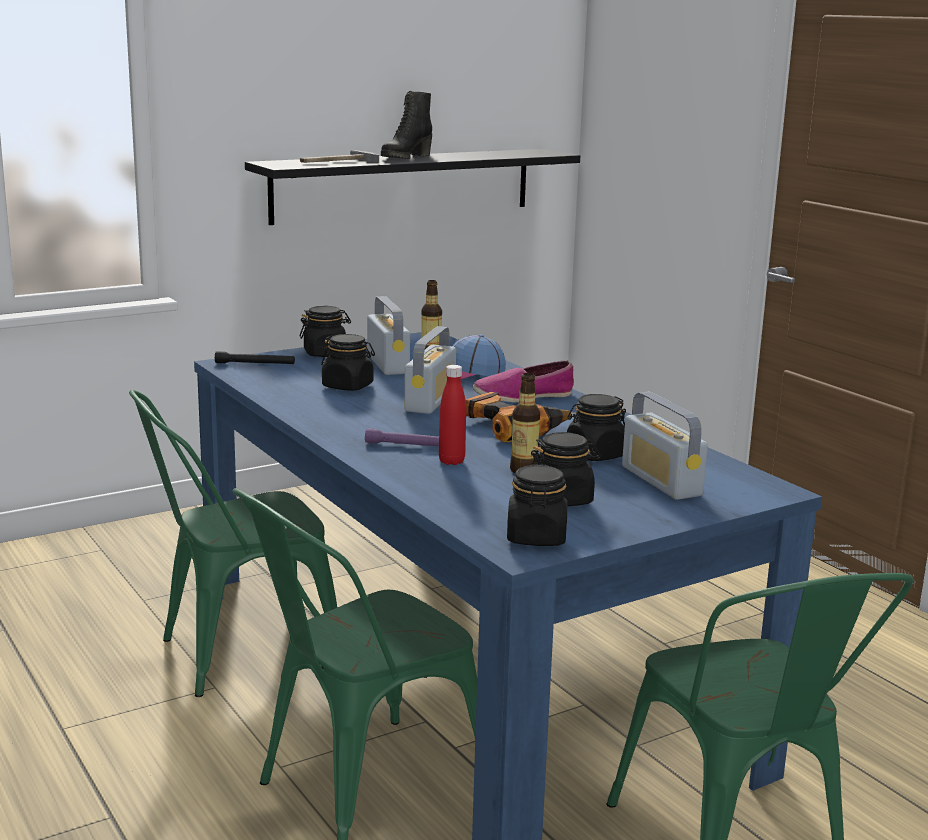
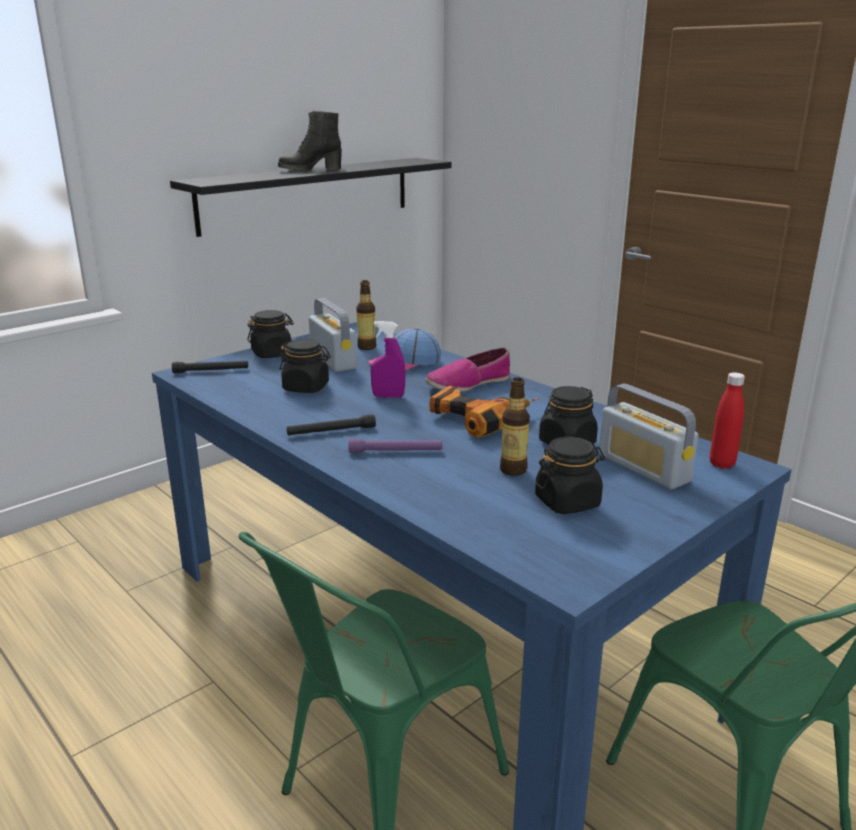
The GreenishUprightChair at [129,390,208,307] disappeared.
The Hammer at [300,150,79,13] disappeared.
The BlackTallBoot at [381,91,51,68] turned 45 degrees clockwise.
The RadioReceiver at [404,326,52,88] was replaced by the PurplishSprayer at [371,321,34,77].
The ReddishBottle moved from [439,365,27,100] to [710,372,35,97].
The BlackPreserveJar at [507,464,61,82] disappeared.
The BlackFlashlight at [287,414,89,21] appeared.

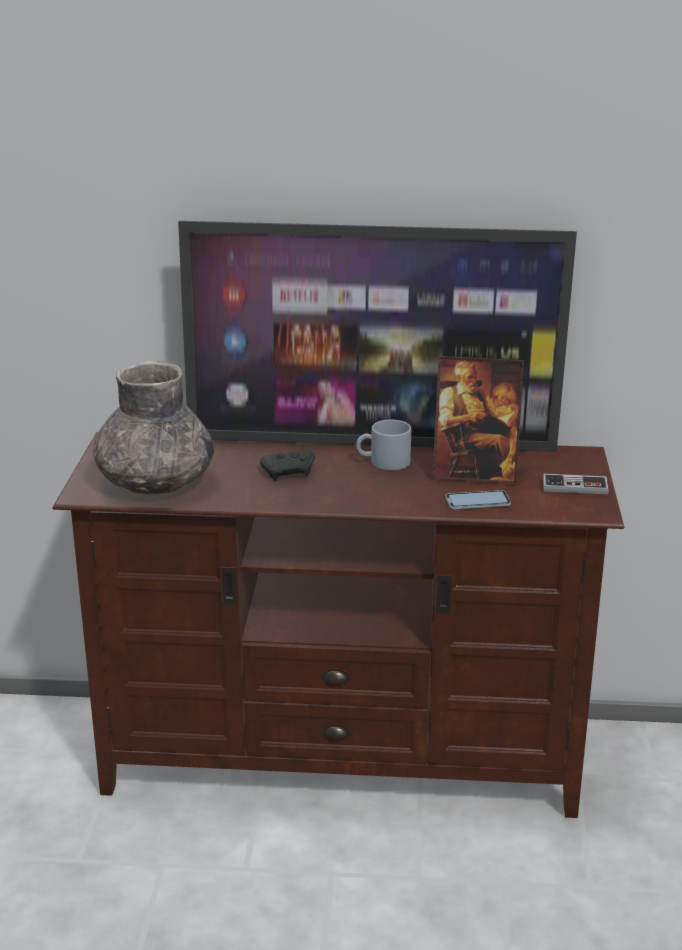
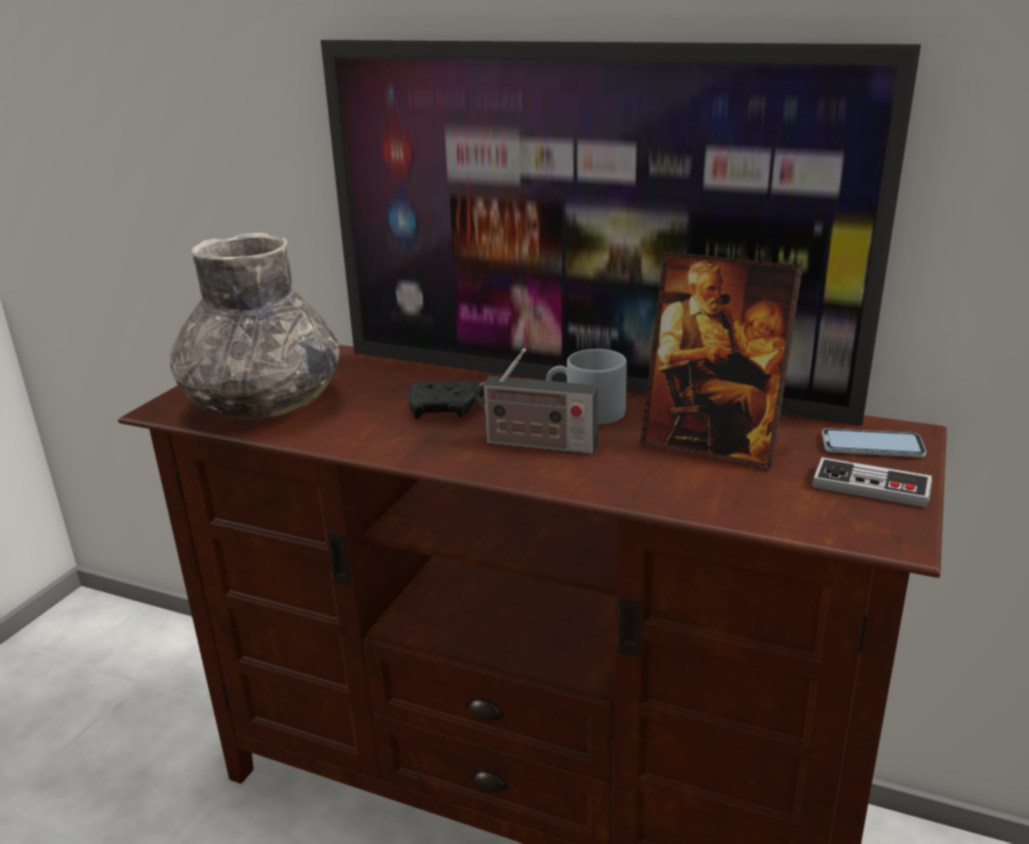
The Telephone moved from [445,490,66,19] to [822,428,104,29].
The RadioReceiver at [474,348,124,106] appeared.

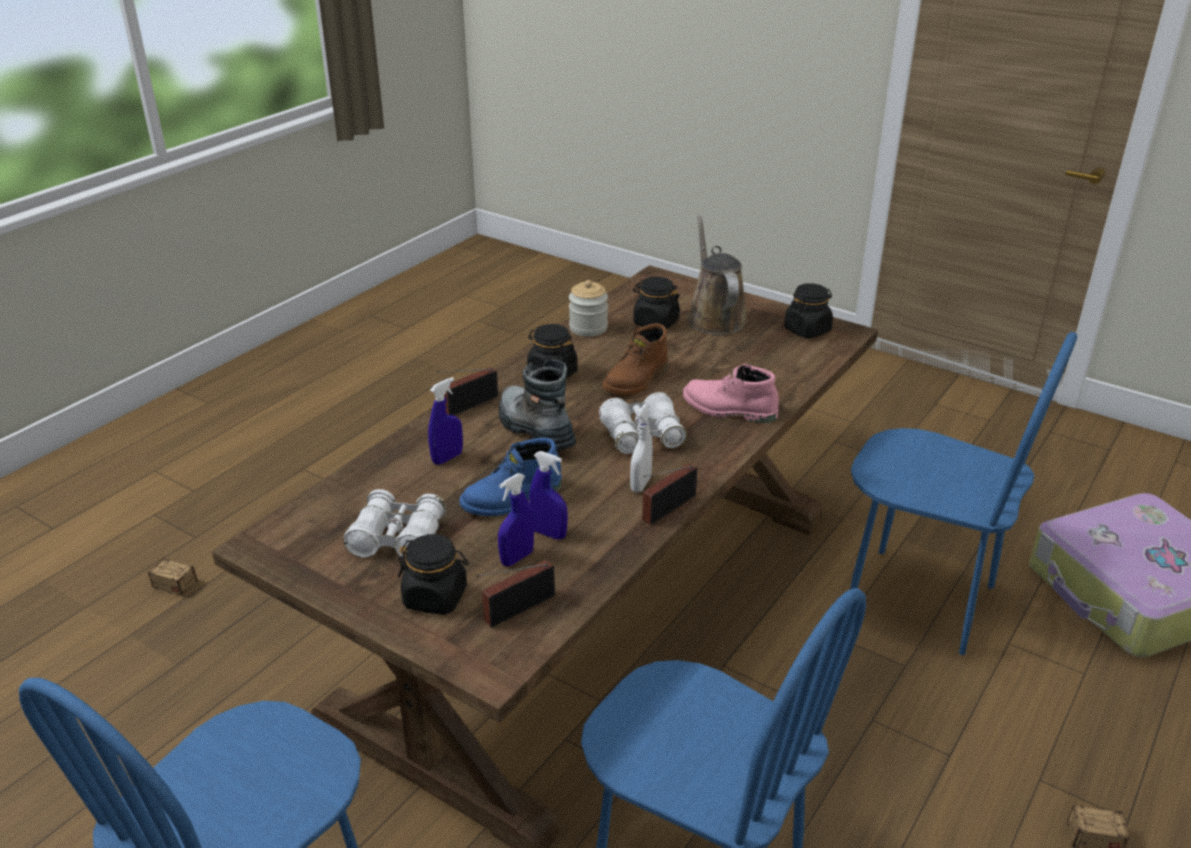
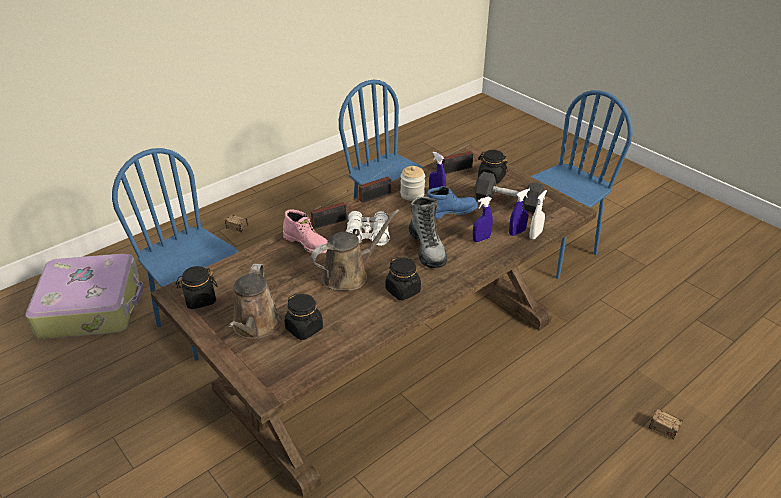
The WhitePairOfBinoculars at [343,489,103,69] was replaced by the GreyishFreeWeight at [475,172,70,41].
The RadioReceiver moved from [437,367,61,49] to [311,190,37,39].
The BlueSprayer moved from [498,473,36,93] to [509,189,21,47].
The PreserveJar moved from [569,280,39,57] to [400,166,25,35].
The BrownishTallBoot at [602,323,66,72] was replaced by the BrownishWateringPot at [311,209,88,82].
The WhiteSprayer moved from [630,404,23,89] to [529,190,18,50].

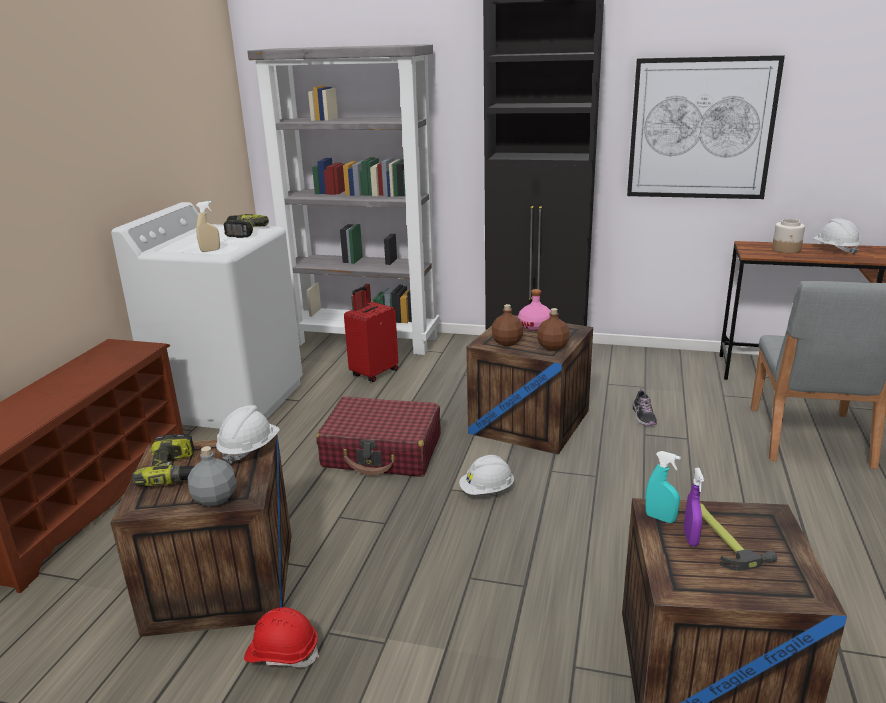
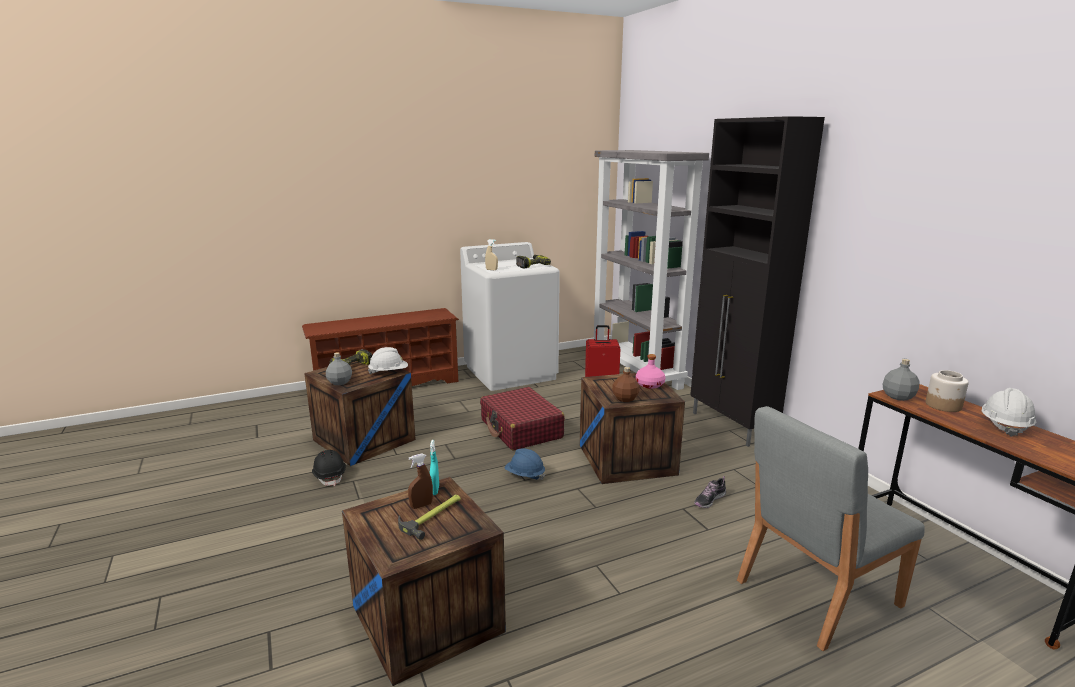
The ReddishSafetyHelmet at [244,607,75,60] became the BlackSafetyHelmet at [312,450,34,36].
The WhiteSafetyHelmet at [459,455,55,40] became the BlueSafetyHelmet at [505,449,40,31].
The BrownishBottle at [492,304,31,42] disappeared.
The WallPicture at [627,55,158,144] disappeared.
The PurplishSprayer at [683,468,21,78] became the BrownishSprayer at [408,453,25,56].
The GreyishBottle at [883,359,37,42] appeared.

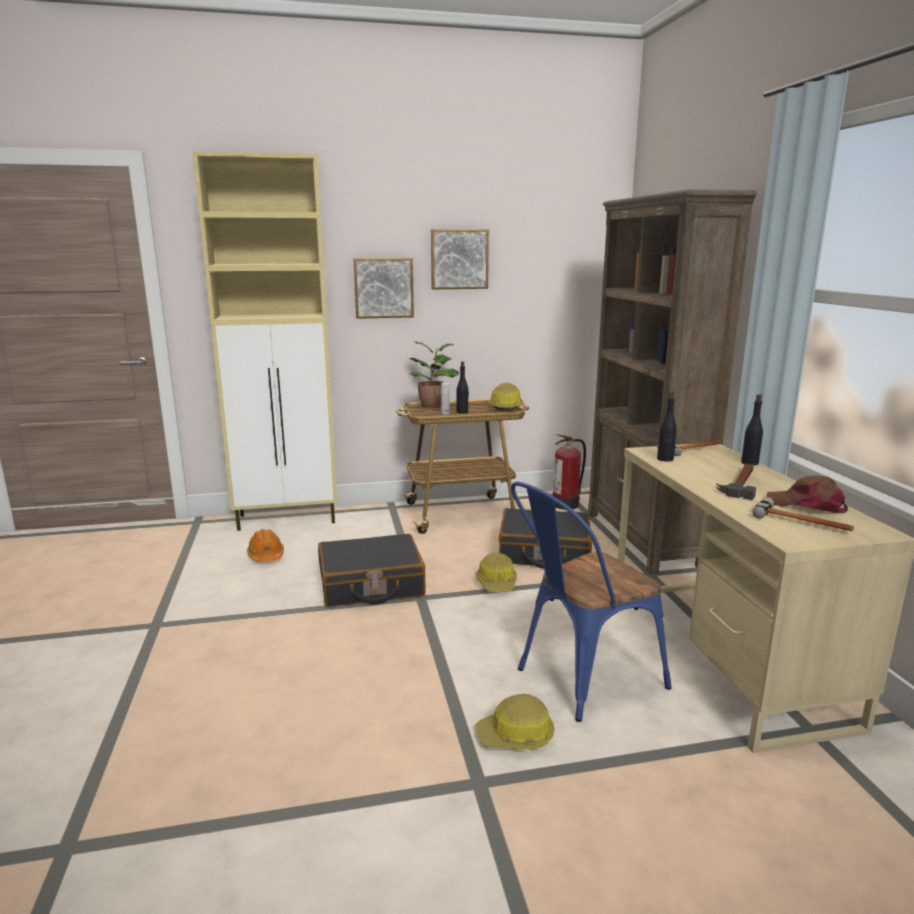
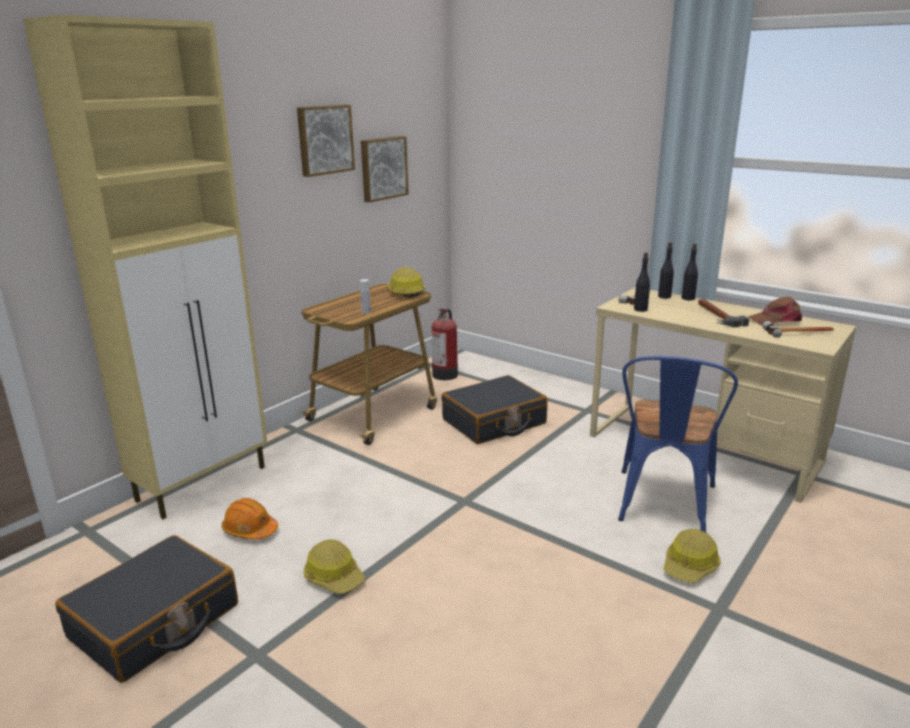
The BlackSuitcase moved from [318,534,108,73] to [55,535,183,148].
The WallPicture moved from [353,258,61,61] to [361,136,48,67].
The PlantInAPot at [408,341,51,67] disappeared.
The BlackBottle moved from [457,362,12,52] to [658,242,16,57].
The SafetyHelmet moved from [476,553,41,39] to [304,540,61,54].
The BrownishBookshelf at [588,189,169,386] disappeared.

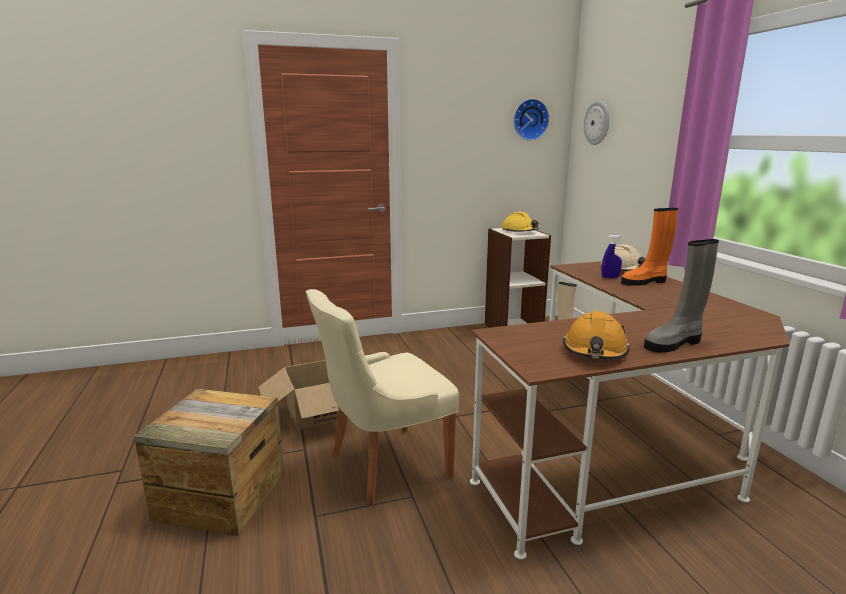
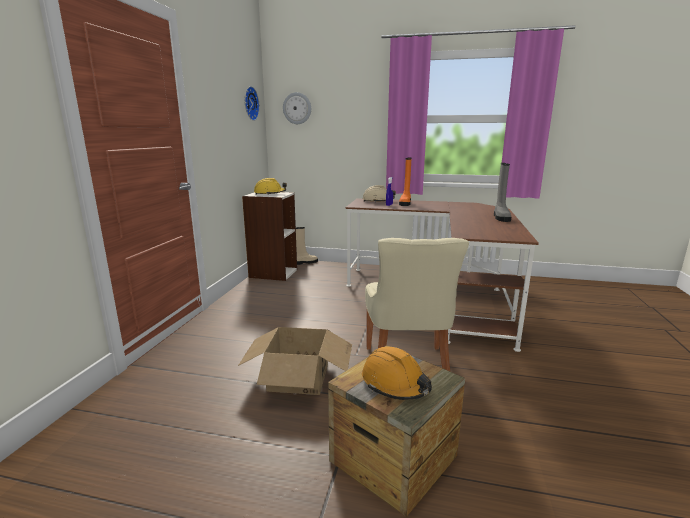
The OrangeColouredSafetyHelmet moved from [563,311,67,49] to [362,347,70,53].

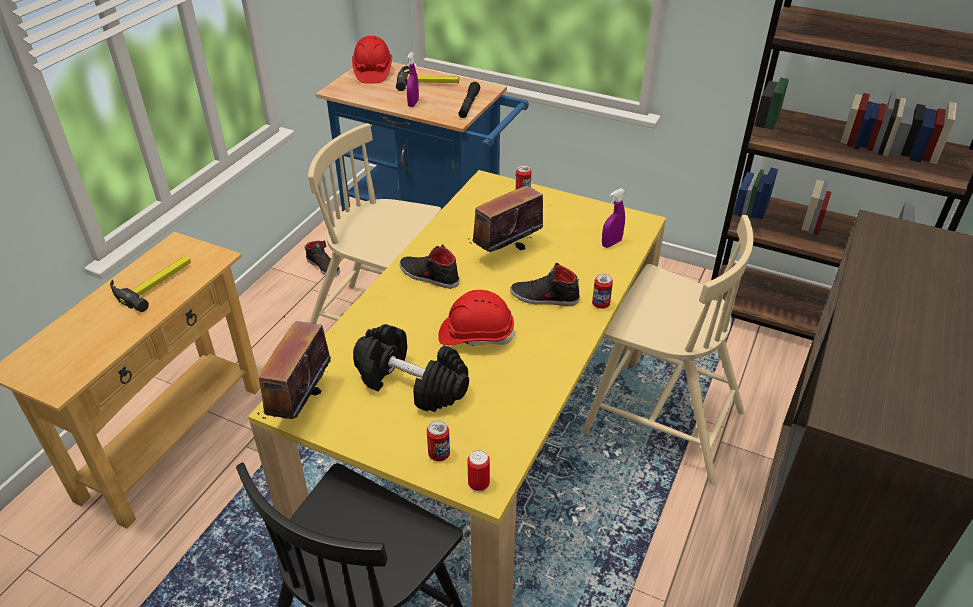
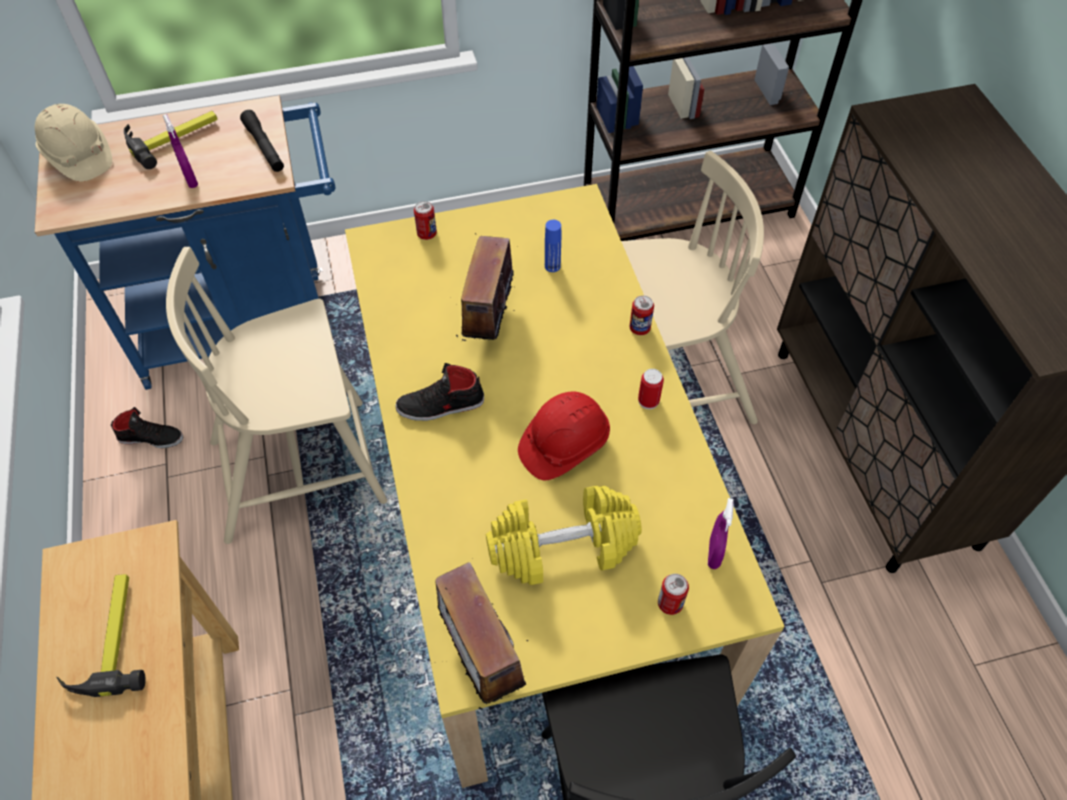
The ReddishSafetyHelmet at [352,36,40,48] became the SandColouredSafetyHelmet at [35,104,77,78].
The BlackFreeWeight at [353,324,116,88] became the YellowColouredFreeWeight at [486,486,156,99].
The MetalCan moved from [468,450,22,42] to [638,369,26,40].
The BlackItemOfFootwear at [510,263,70,43] disappeared.
The PurplishSprayer moved from [602,189,23,59] to [708,498,26,71].
The BlueBottle at [545,220,16,52] appeared.

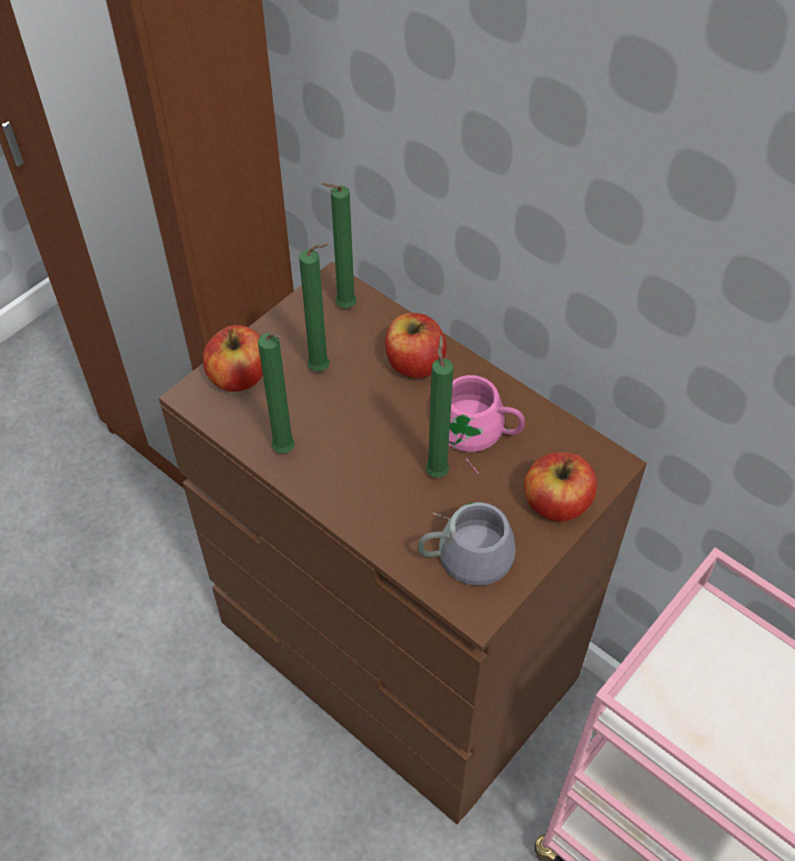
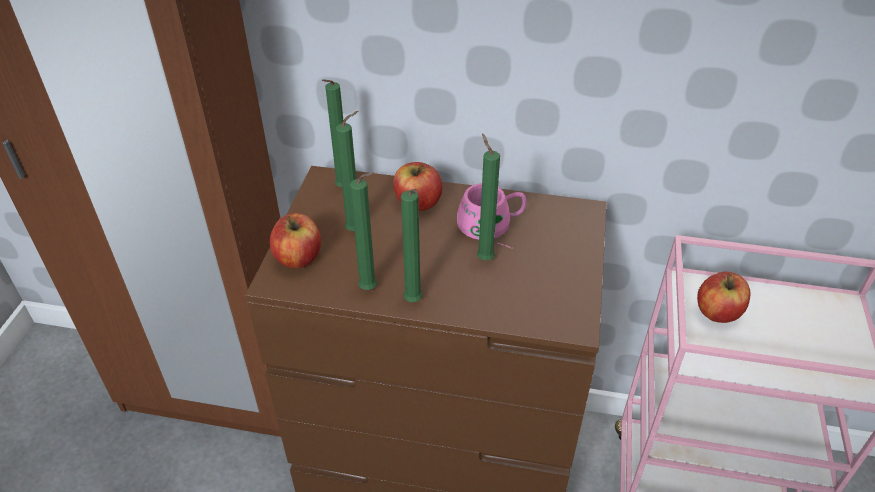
The GreyishTeaMug at [417,502,99,84] disappeared.
The AppleFruit moved from [524,452,73,70] to [697,271,53,52].
The GreenishCandle at [401,189,21,113] appeared.

